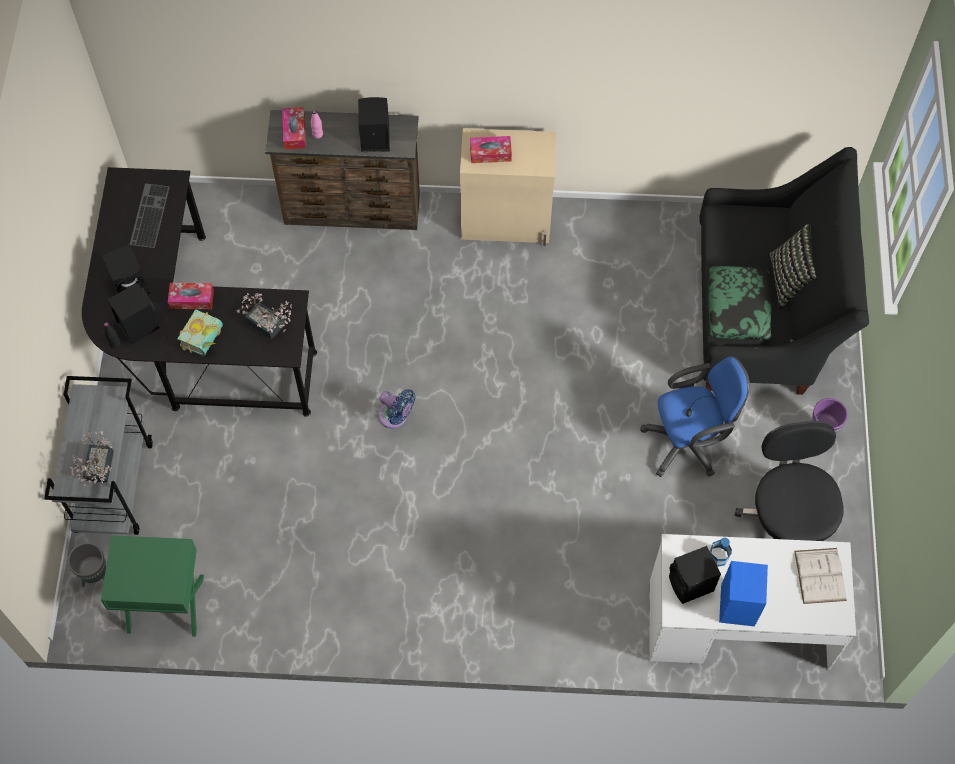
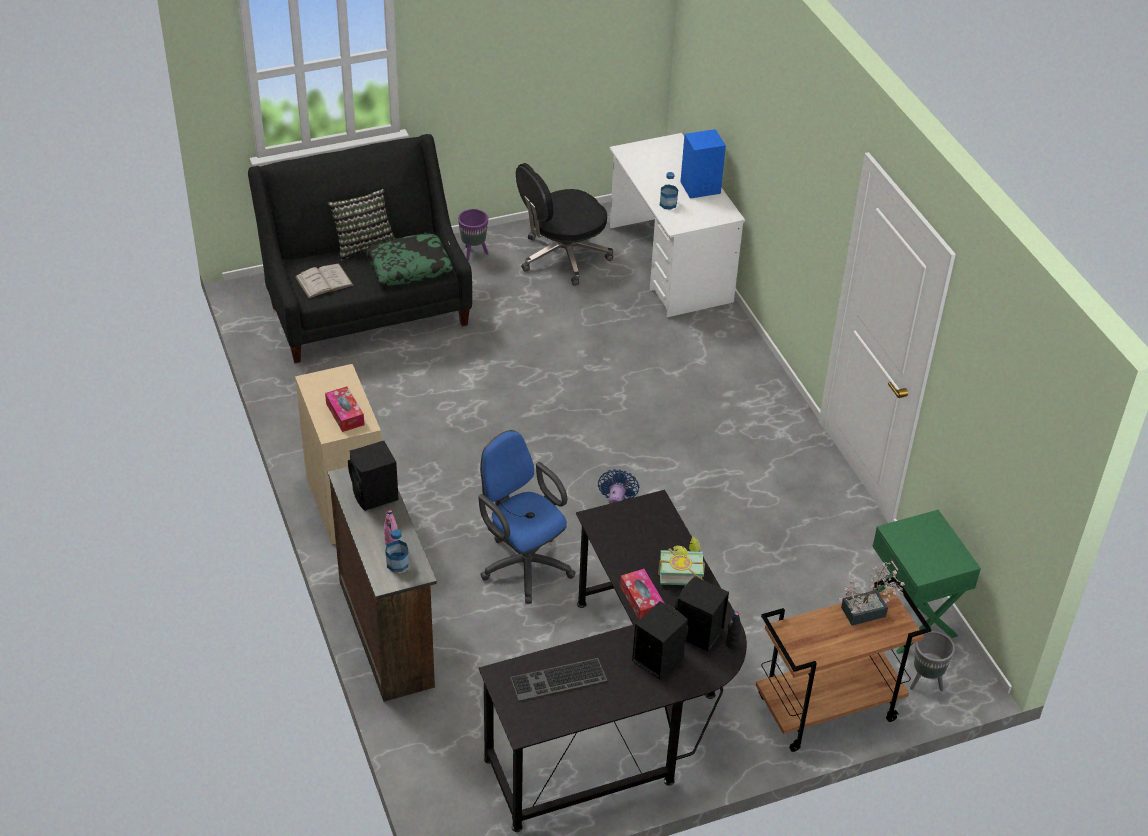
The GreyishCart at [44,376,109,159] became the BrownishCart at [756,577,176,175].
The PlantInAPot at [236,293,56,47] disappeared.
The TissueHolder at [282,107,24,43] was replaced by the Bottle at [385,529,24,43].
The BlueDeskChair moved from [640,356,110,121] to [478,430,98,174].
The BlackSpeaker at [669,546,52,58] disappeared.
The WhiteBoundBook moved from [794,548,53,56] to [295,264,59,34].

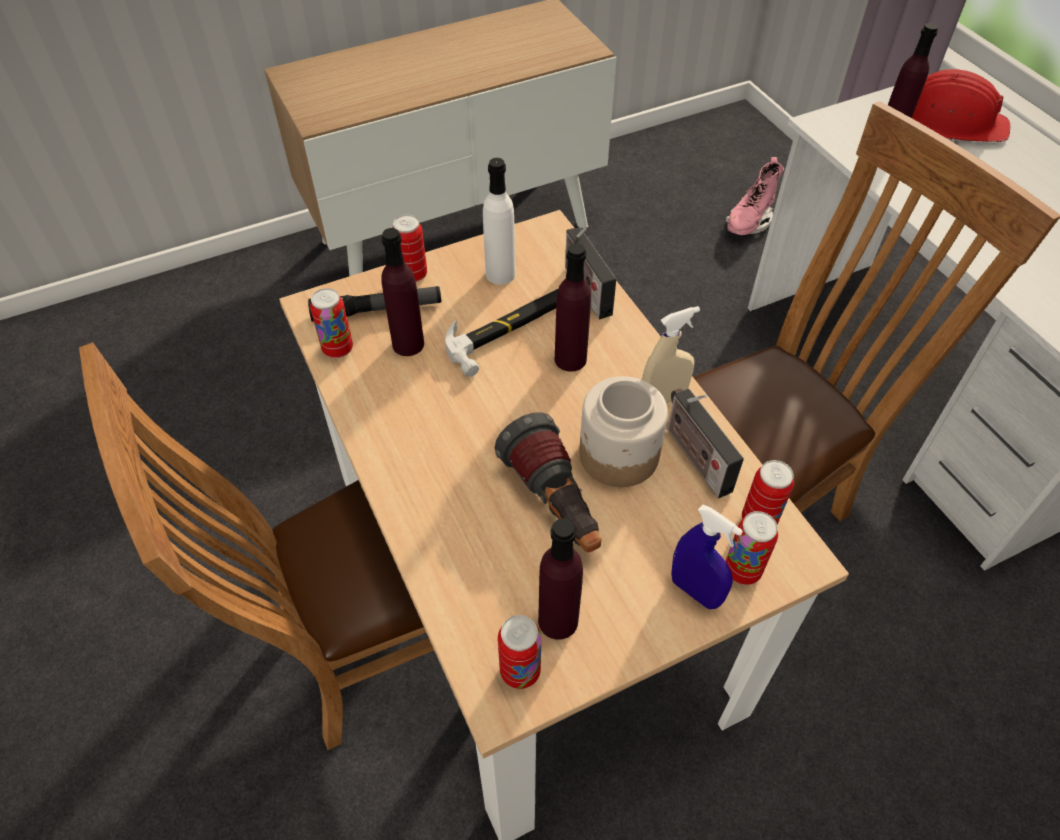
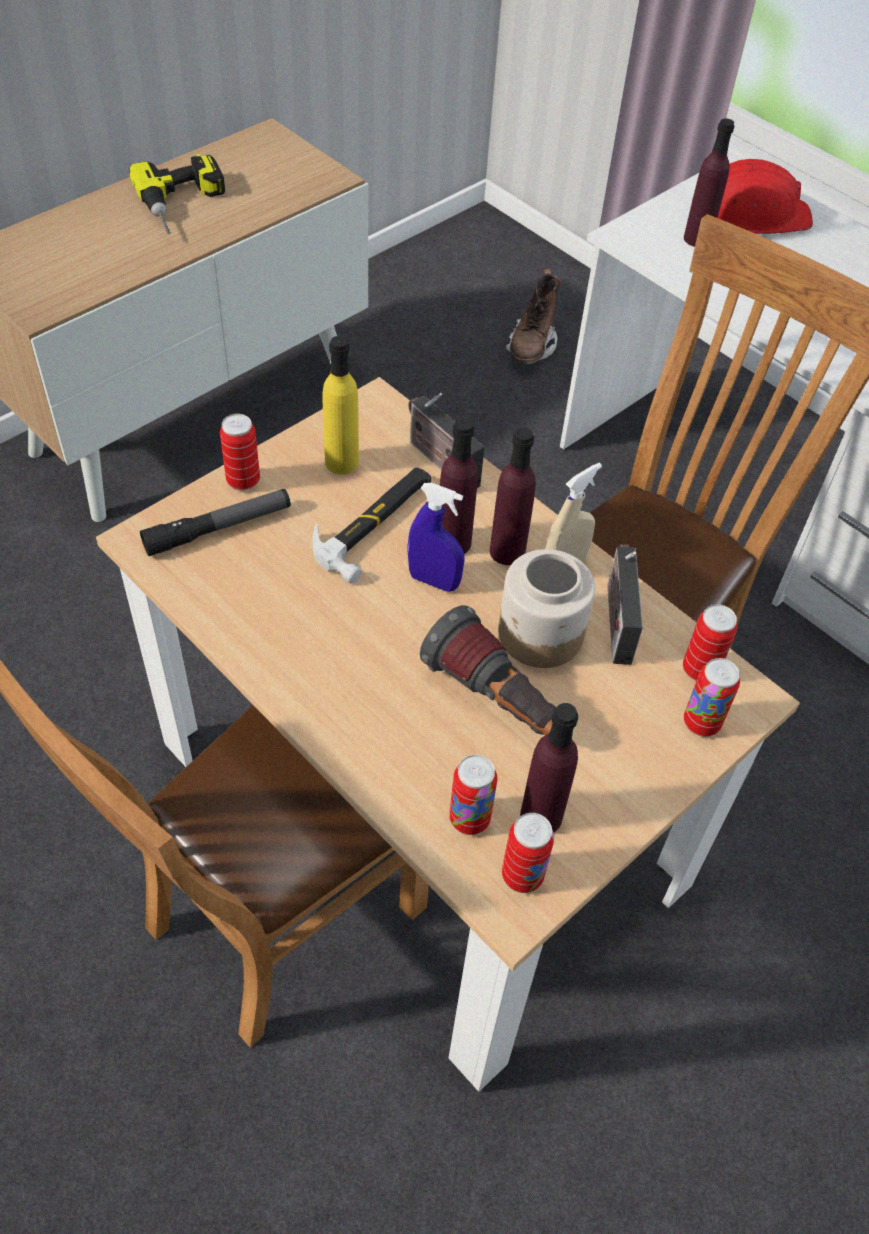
The MetalCan moved from [310,288,43,70] to [449,755,48,80].
The PurplishBottle moved from [382,228,42,128] to [490,427,46,138].
The WhiteBottle at [483,158,32,127] became the YellowColouredBottle at [323,336,36,139].
The RadioReceiver at [667,388,77,110] turned 45 degrees clockwise.
The BlueSprayer moved from [671,505,72,104] to [407,483,57,109].
The PinkColouredTallBoot at [726,157,58,78] became the BrownishTallBoot at [506,268,55,96].
The Drill at [129,154,96,81] appeared.

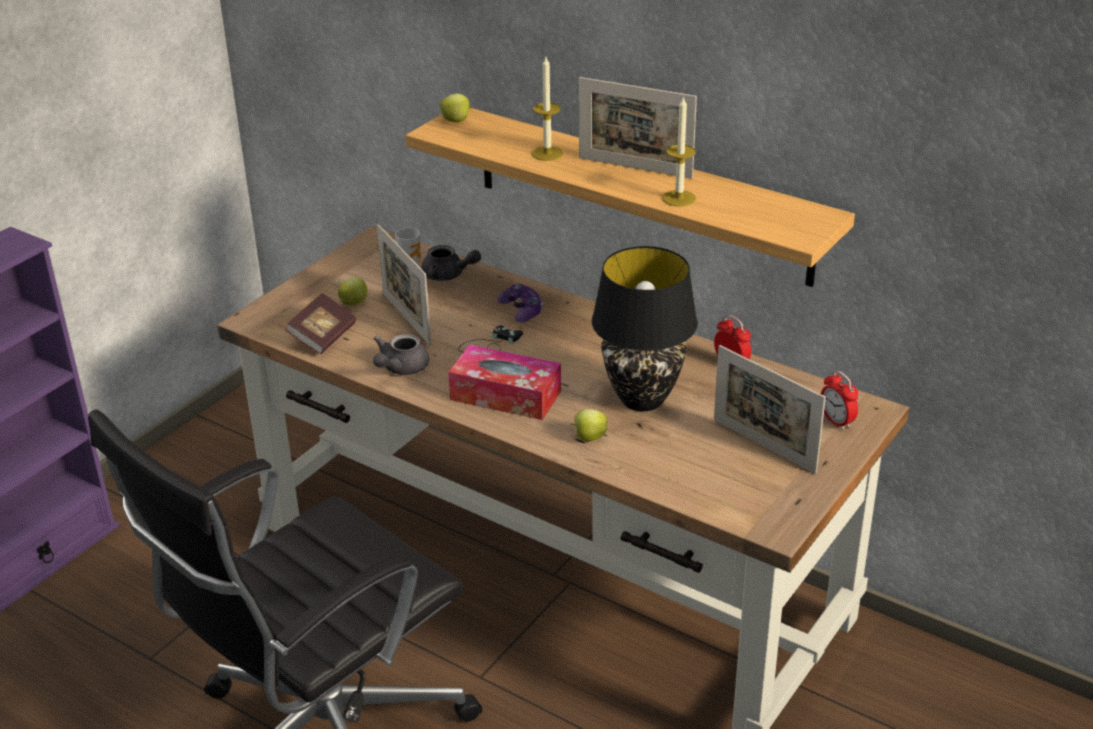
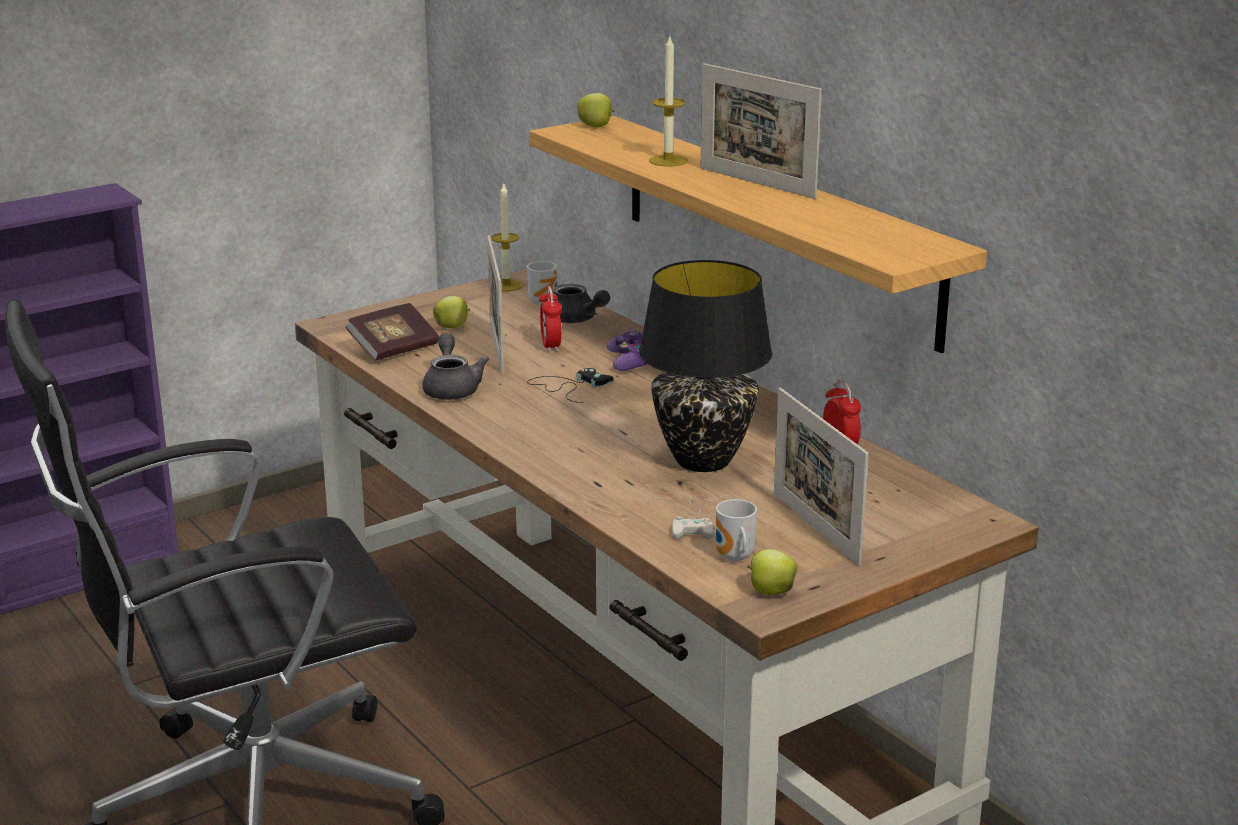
The GreyishTeapot at [373,334,56,41] turned 120 degrees clockwise.
The TissueHolder at [448,345,113,75] disappeared.
The AppleFruit moved from [571,409,37,32] to [747,549,51,46].
The Candle moved from [662,96,34,111] to [491,182,32,109].
The BedsideClock moved from [821,371,37,59] to [539,286,23,66].
The WhiteGameController at [644,495,90,44] appeared.
The TeaMug at [716,499,41,62] appeared.

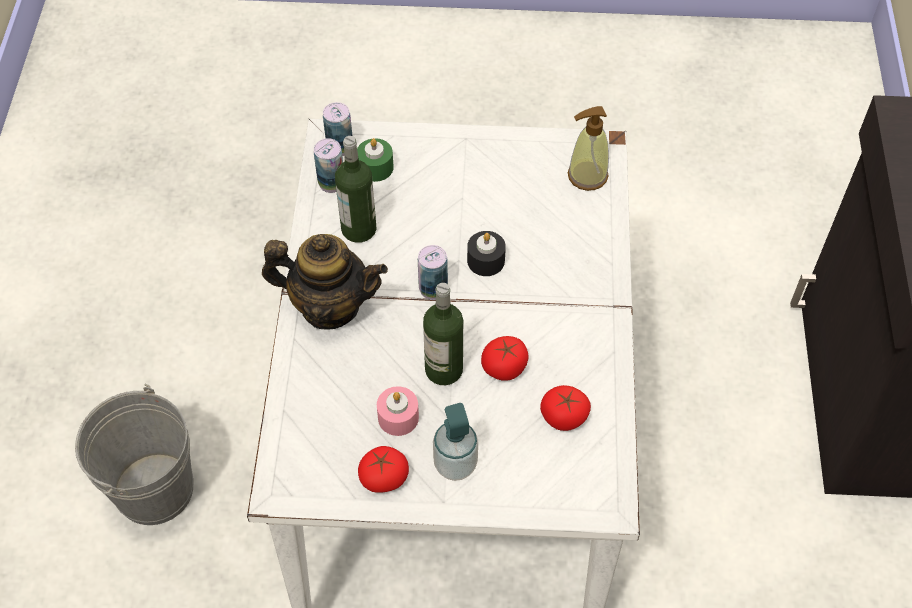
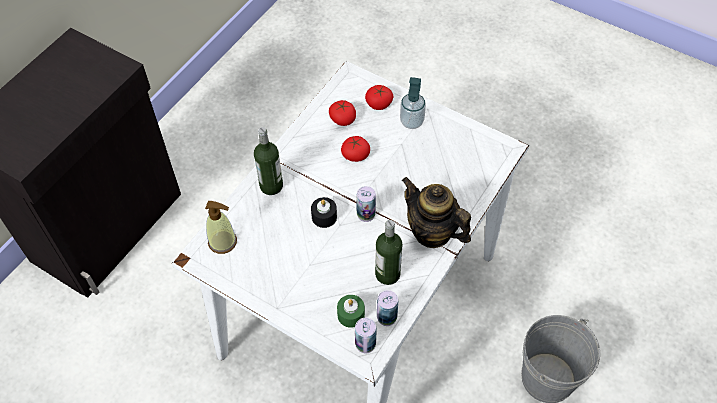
The WholeTomato moved from [358,446,51,47] to [365,85,28,25].
The PinkColouredCandle at [377,386,42,50] disappeared.
The Bottle moved from [423,283,40,102] to [254,127,29,68].

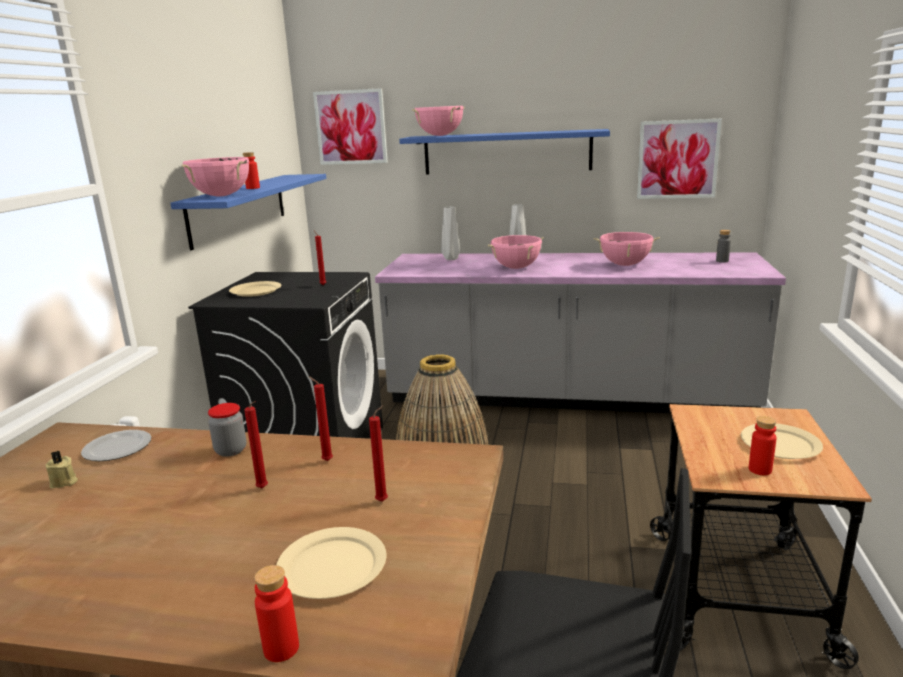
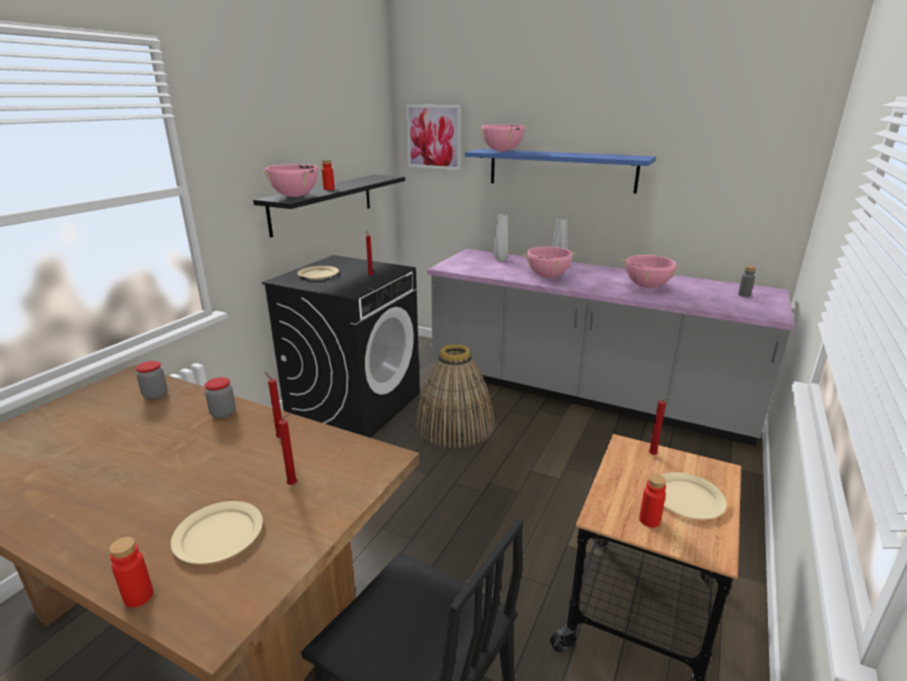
The SandColouredCandle at [46,451,32,38] disappeared.
The DinnerPlate at [81,430,70,31] was replaced by the PreserveJar at [136,361,31,39].
The BlueShelf at [170,174,156,76] became the BlackShelf at [253,175,152,63].
The ReddishCandle moved from [244,401,24,88] to [649,398,21,57].
The WallPicture at [637,119,85,80] disappeared.

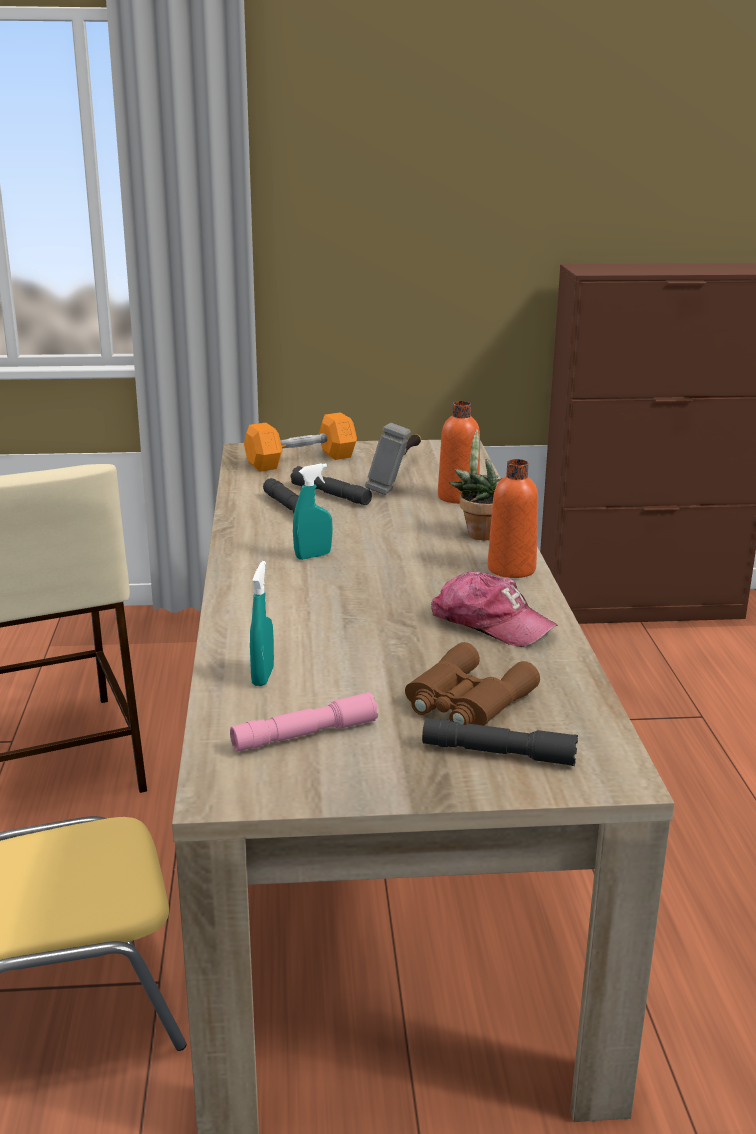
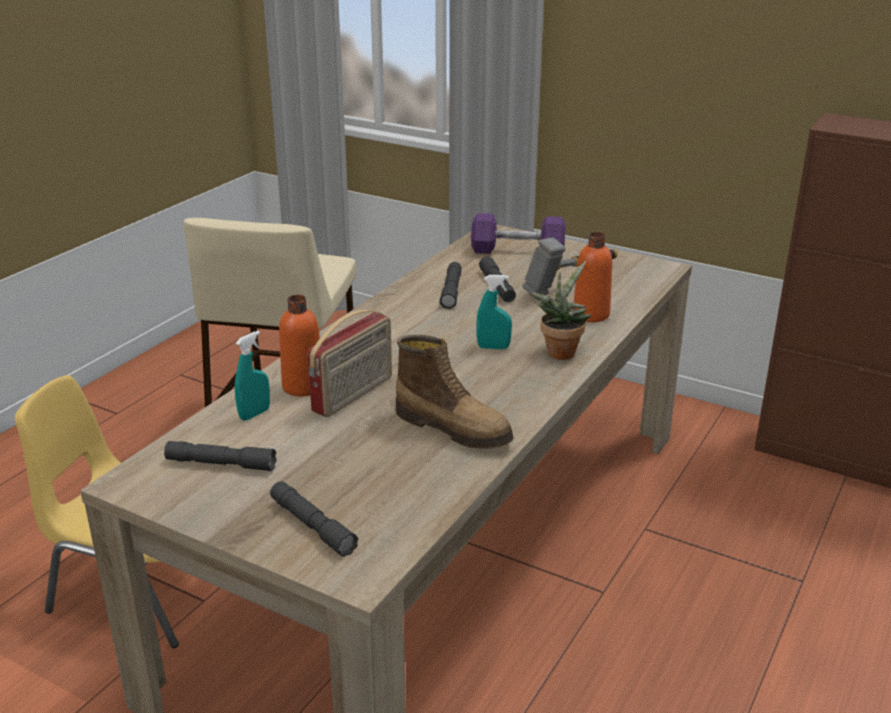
The PinkColouredFlashlight at [230,692,148,60] became the GreyishFlashlight at [164,441,113,30].
The OrangeColouredFreeWeight at [244,412,113,60] became the PurplishFreeWeight at [471,213,95,41].
The TurquoiseSprayer moved from [293,463,40,97] to [476,275,36,74].
The BrownishPairOfBinoculars at [405,642,135,84] disappeared.
The PeakedCap at [431,571,127,76] was replaced by the TallBoot at [396,335,118,114].
The OrangeColouredBottle moved from [488,459,50,119] to [279,295,41,101].
The RadioReceiver at [307,310,85,107] appeared.

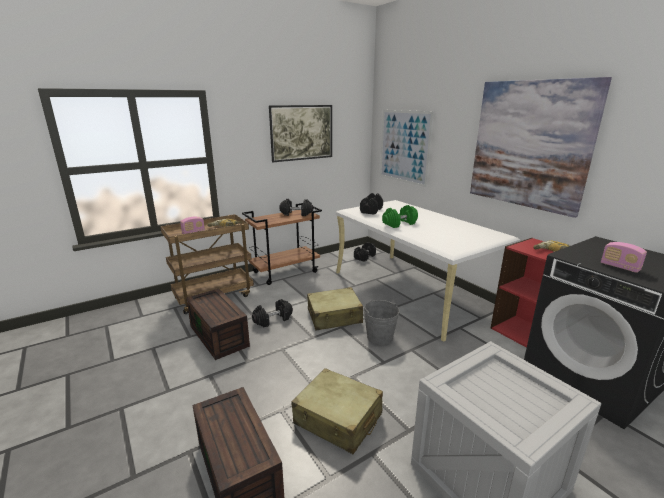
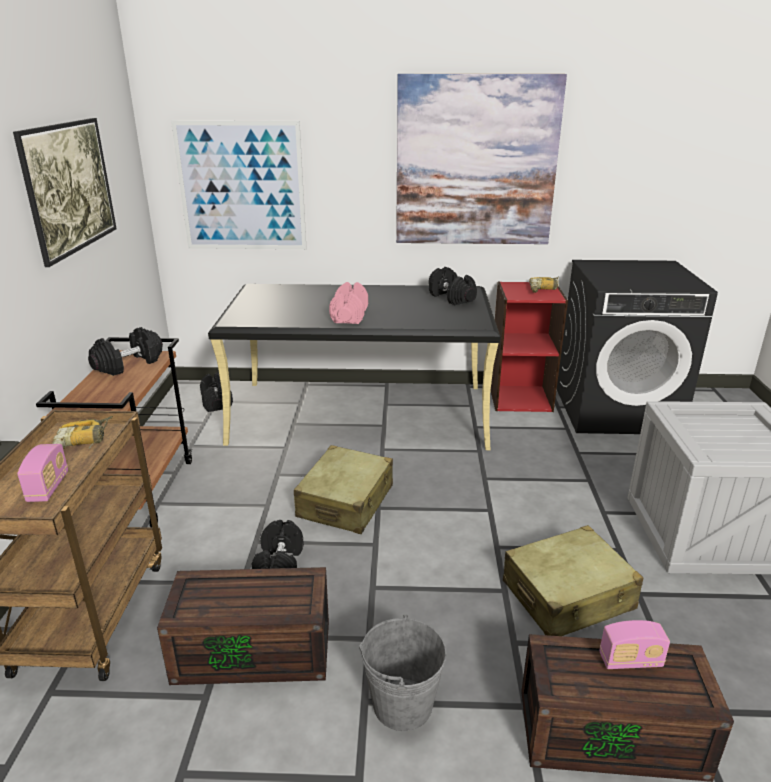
The WhiteDeskUnit at [336,200,184,142] became the BlackDeskUnit at [208,284,292,166].
The BlackFreeWeight moved from [360,193,23,22] to [429,267,48,38].
The GreyishBucket moved from [364,300,36,45] to [359,614,88,117].
The GreenishFreeWeight at [382,205,36,23] became the PinkColouredFreeWeight at [329,282,39,42].
The RadioReceiver moved from [601,242,46,31] to [599,620,71,49].

